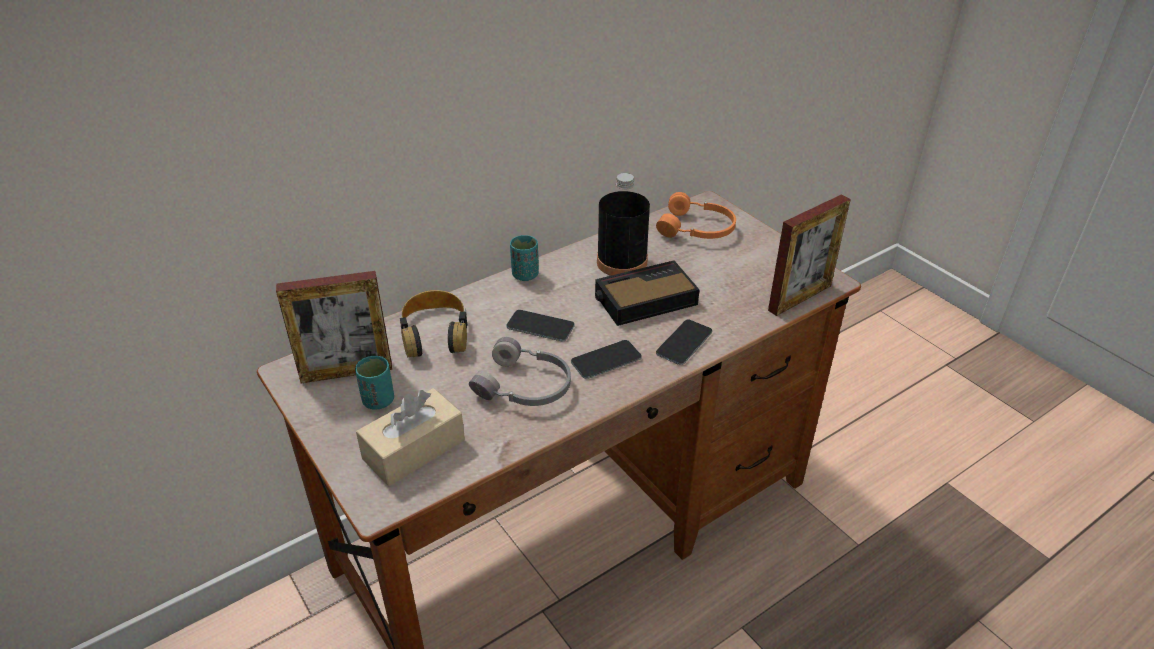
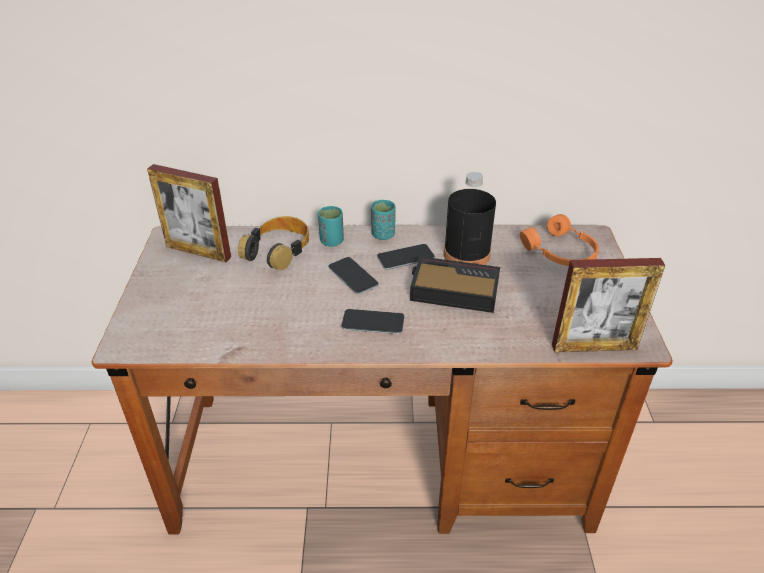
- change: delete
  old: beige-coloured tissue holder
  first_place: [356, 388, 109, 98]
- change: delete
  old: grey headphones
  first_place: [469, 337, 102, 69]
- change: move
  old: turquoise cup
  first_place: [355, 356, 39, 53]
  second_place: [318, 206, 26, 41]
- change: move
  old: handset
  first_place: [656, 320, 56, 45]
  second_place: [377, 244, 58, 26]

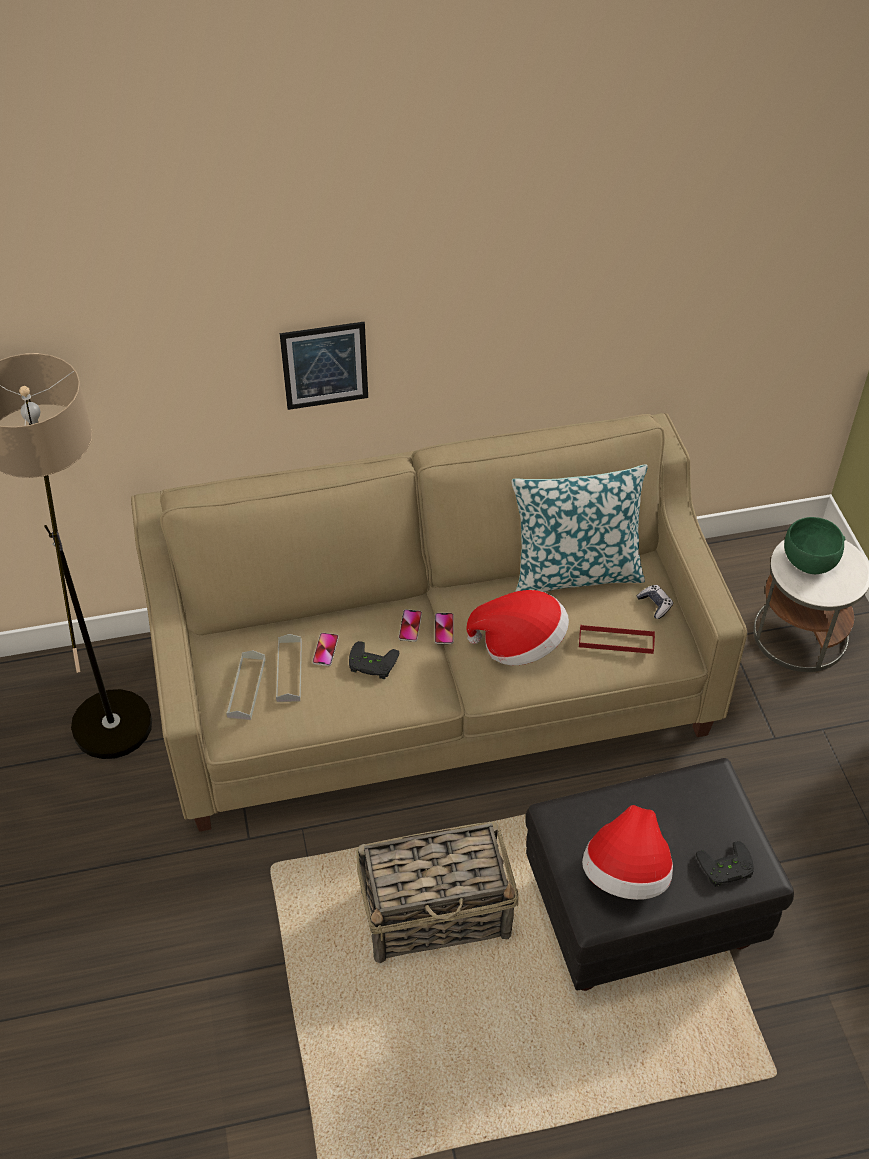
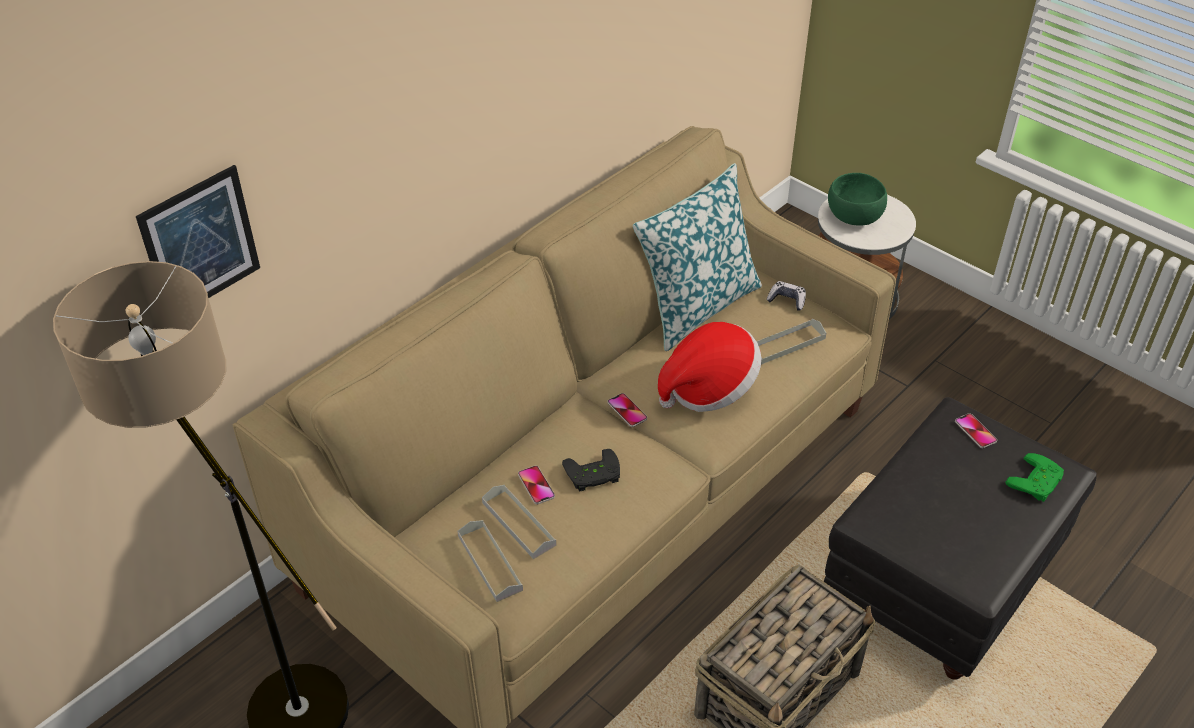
- change: delete
  old: wearable hat
  first_place: [582, 805, 91, 95]
- change: move
  old: wall art
  first_place: [279, 322, 89, 88]
  second_place: [136, 165, 124, 133]
- change: move
  old: handset
  first_place: [399, 609, 23, 33]
  second_place: [955, 413, 42, 35]
- change: recolor
  old: reddish serving tray
  new: grey serving tray
  first_place: [579, 624, 76, 30]
  second_place: [756, 319, 70, 46]
- change: recolor
  old: black game controller
  new: green game controller
  first_place: [696, 841, 58, 46]
  second_place: [1005, 453, 59, 49]

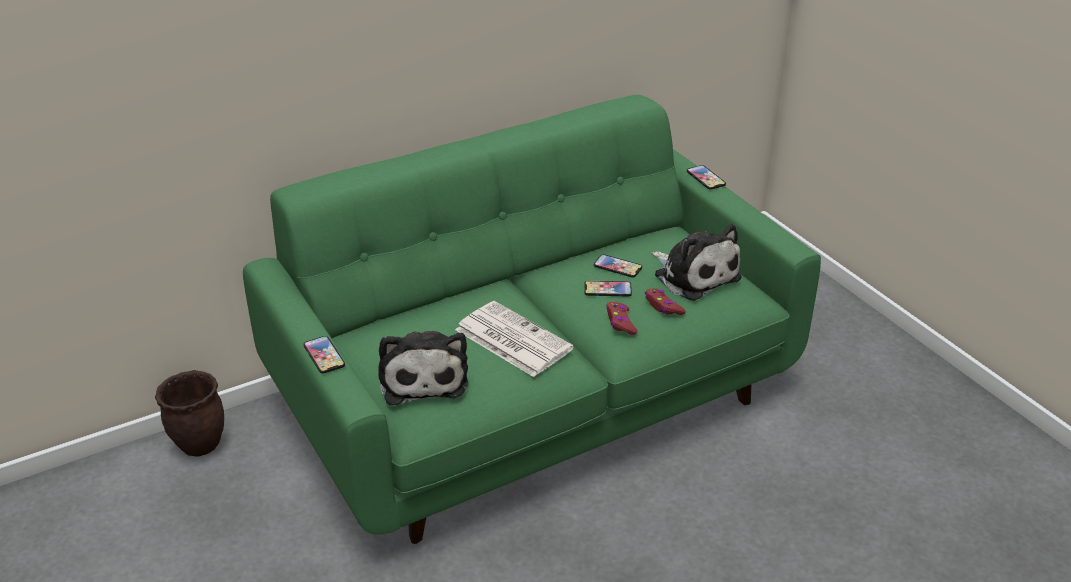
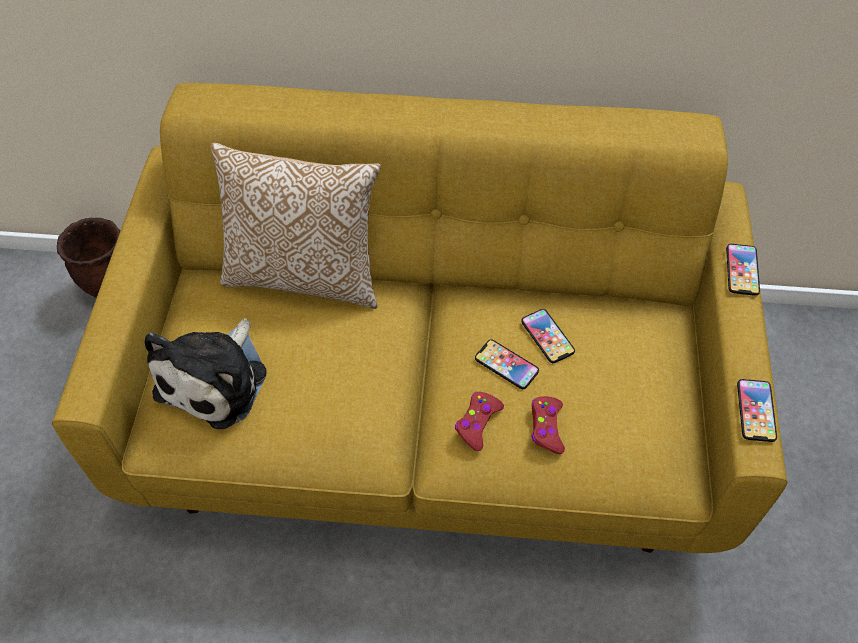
- change: delete
  old: newspaper
  first_place: [455, 301, 119, 76]
- change: delete
  old: cuddly toy
  first_place: [652, 224, 90, 77]
- change: insert
  new: pillow
  second_place: [211, 143, 170, 166]
- change: move
  old: handset
  first_place: [304, 336, 41, 38]
  second_place: [737, 379, 40, 63]
- change: recolor
  old: green settee
  new: yellow settee
  first_place: [243, 95, 578, 449]
  second_place: [52, 83, 736, 470]

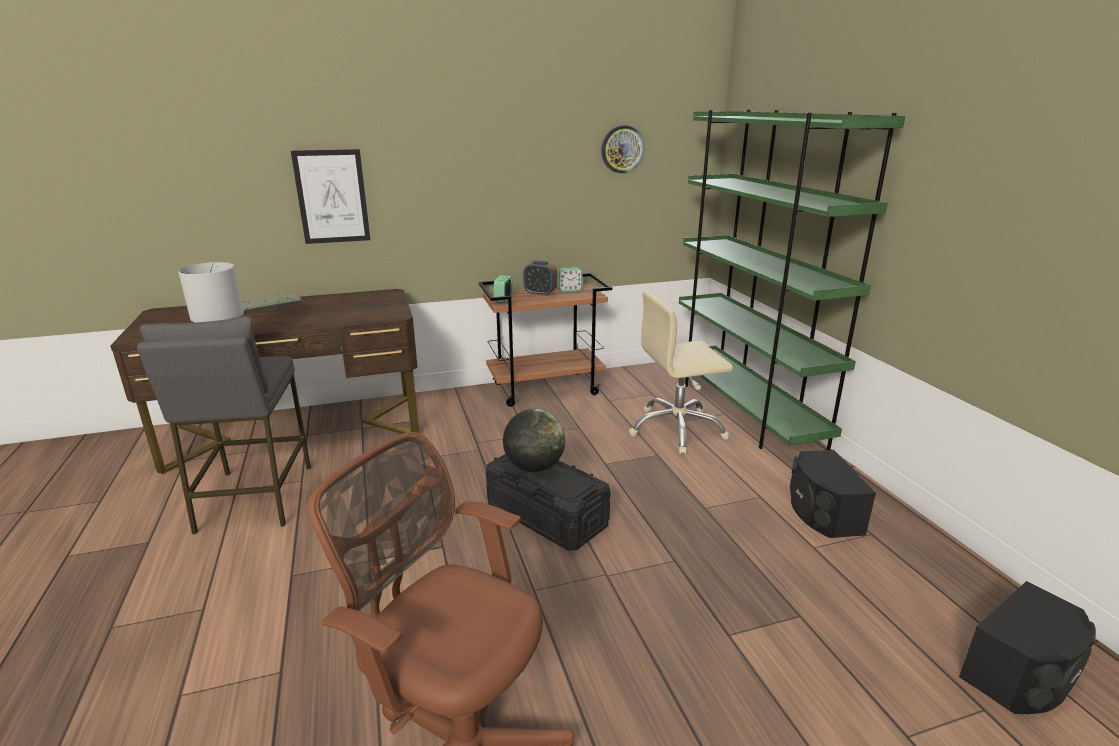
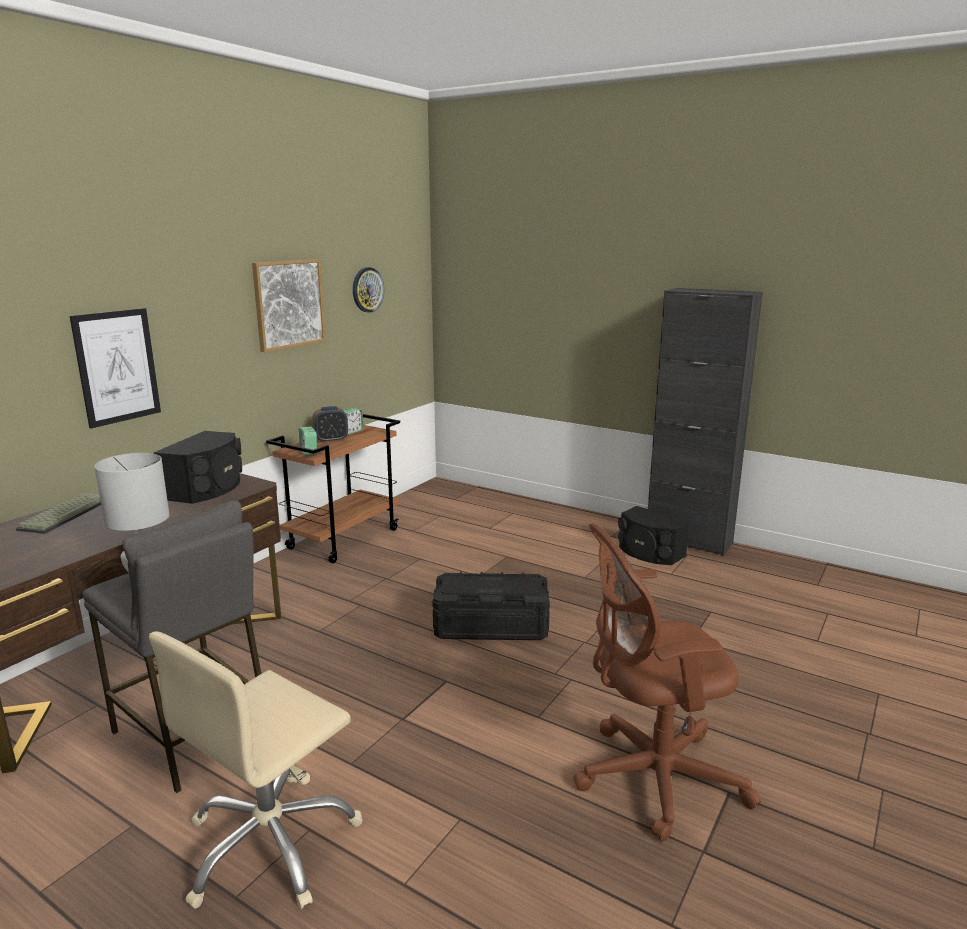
- change: delete
  old: globe
  first_place: [503, 409, 62, 63]
- change: delete
  old: green bookcase
  first_place: [679, 110, 226, 340]
- change: insert
  new: wall art
  second_place: [252, 259, 74, 93]
- change: insert
  new: black cabinet
  second_place: [648, 288, 115, 268]
- change: move
  old: beige-coloured office chair
  first_place: [629, 291, 104, 163]
  second_place: [149, 631, 214, 278]
- change: move
  old: black loudspeaker
  first_place: [959, 581, 137, 133]
  second_place: [154, 431, 88, 73]

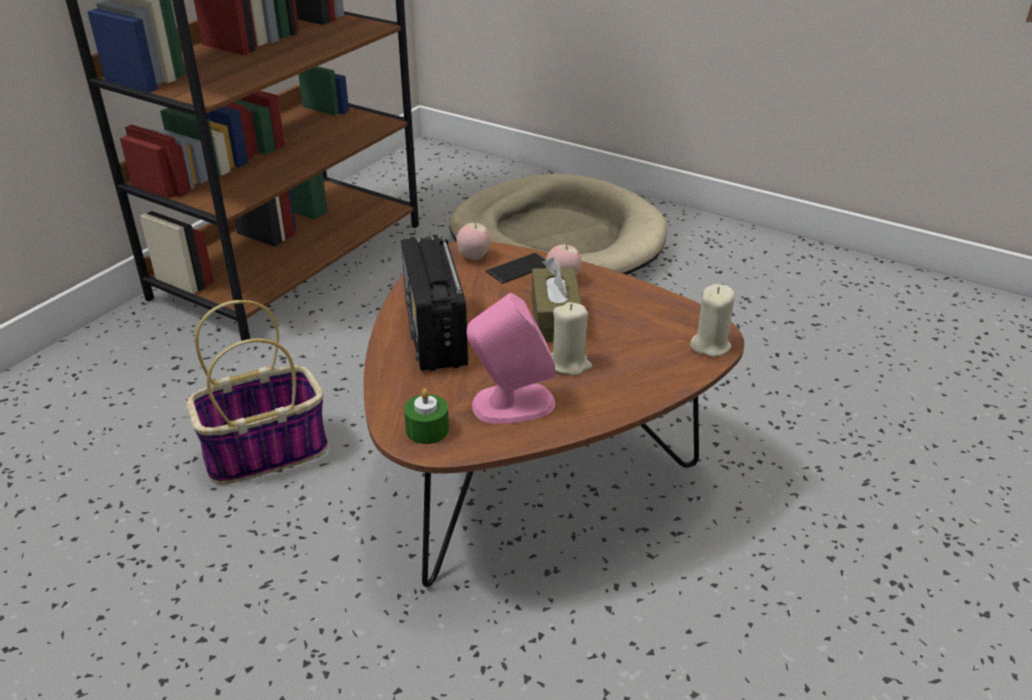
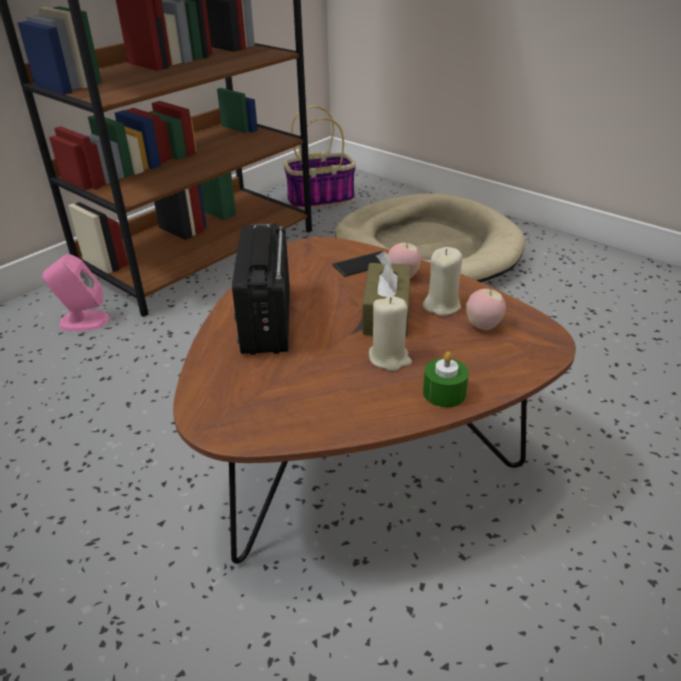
- change: move
  old: household basket
  first_place: [187, 300, 141, 185]
  second_place: [283, 106, 73, 104]
- change: move
  old: green candle
  first_place: [404, 388, 45, 56]
  second_place: [423, 352, 46, 55]
- change: move
  old: apple
  first_place: [456, 222, 35, 38]
  second_place: [466, 289, 40, 41]
- change: move
  old: pinkish loudspeaker
  first_place: [466, 293, 89, 131]
  second_place: [42, 254, 67, 77]
- change: move
  old: beige-coloured candle
  first_place: [690, 284, 45, 73]
  second_place: [423, 247, 40, 69]

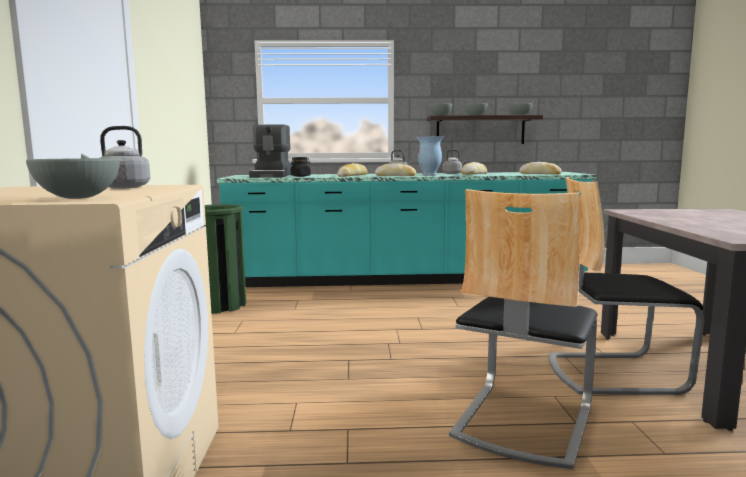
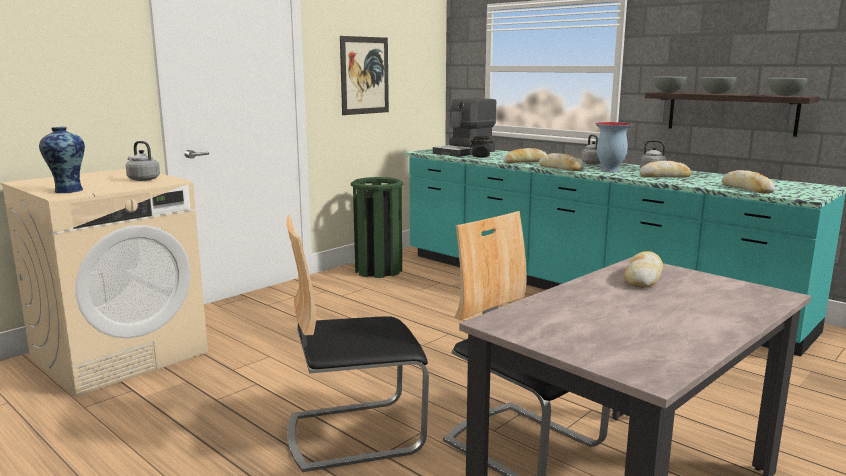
- change: insert
  new: wall art
  second_place: [340, 36, 49, 79]
- change: insert
  new: bread
  second_place: [624, 251, 39, 37]
- change: replace
  old: grey serving bowl
  new: flower vase
  first_place: [26, 158, 94, 41]
  second_place: [39, 127, 46, 66]

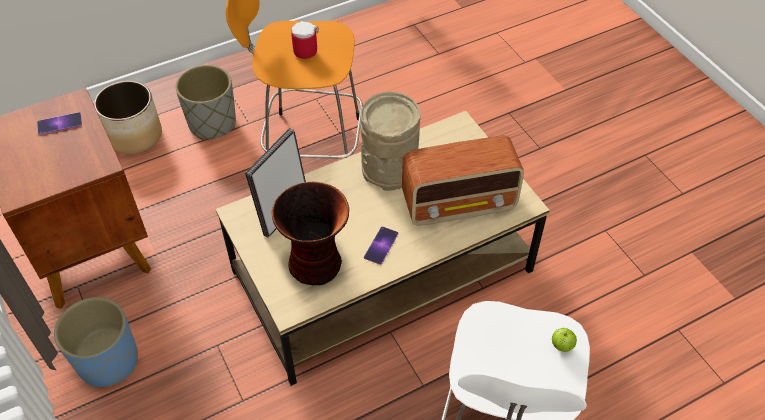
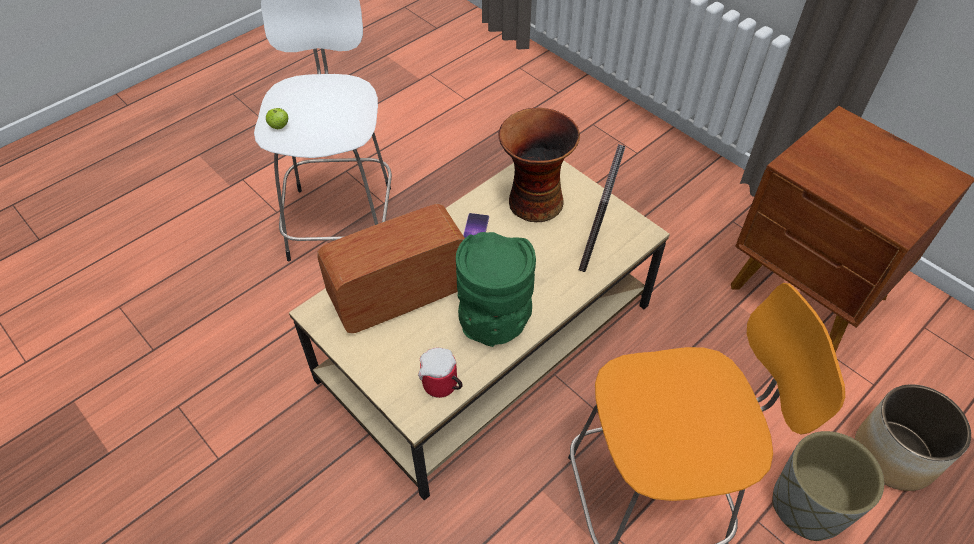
- change: delete
  old: handset
  first_place: [37, 112, 45, 23]
- change: delete
  old: bluish planter
  first_place: [54, 297, 84, 90]
- change: move
  old: coffee mug
  first_place: [291, 21, 28, 38]
  second_place: [418, 348, 45, 50]
- change: recolor
  old: beige-coloured flower vase
  new: green flower vase
  first_place: [360, 92, 60, 99]
  second_place: [456, 232, 80, 115]

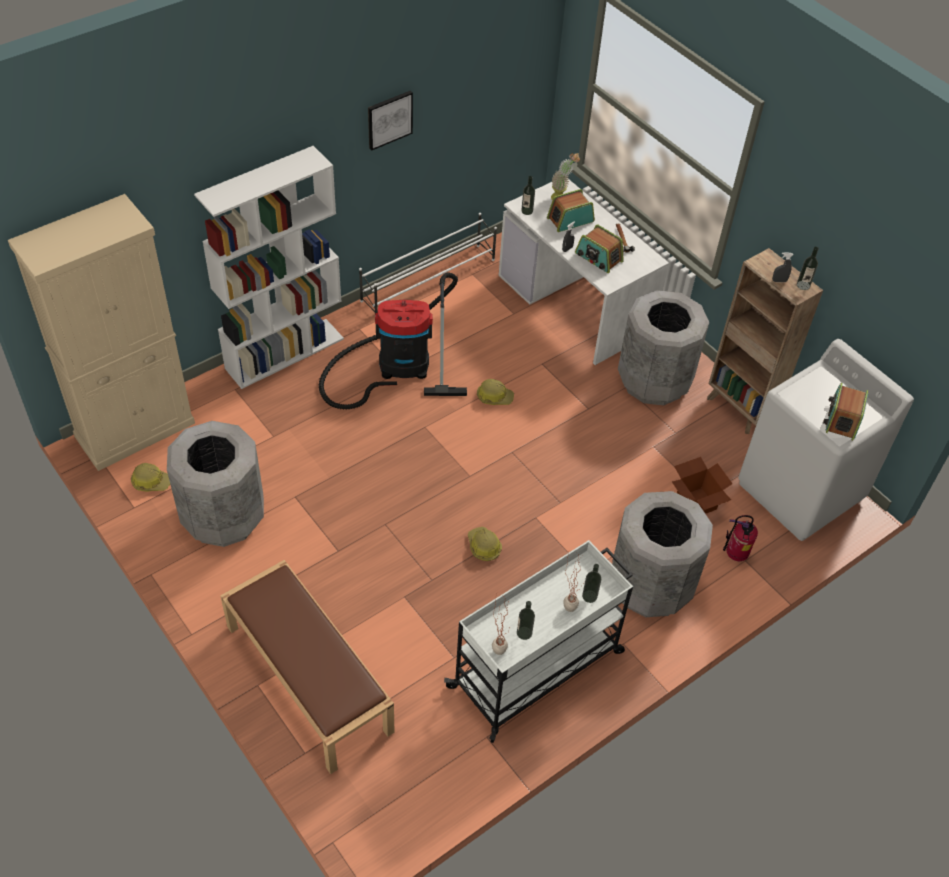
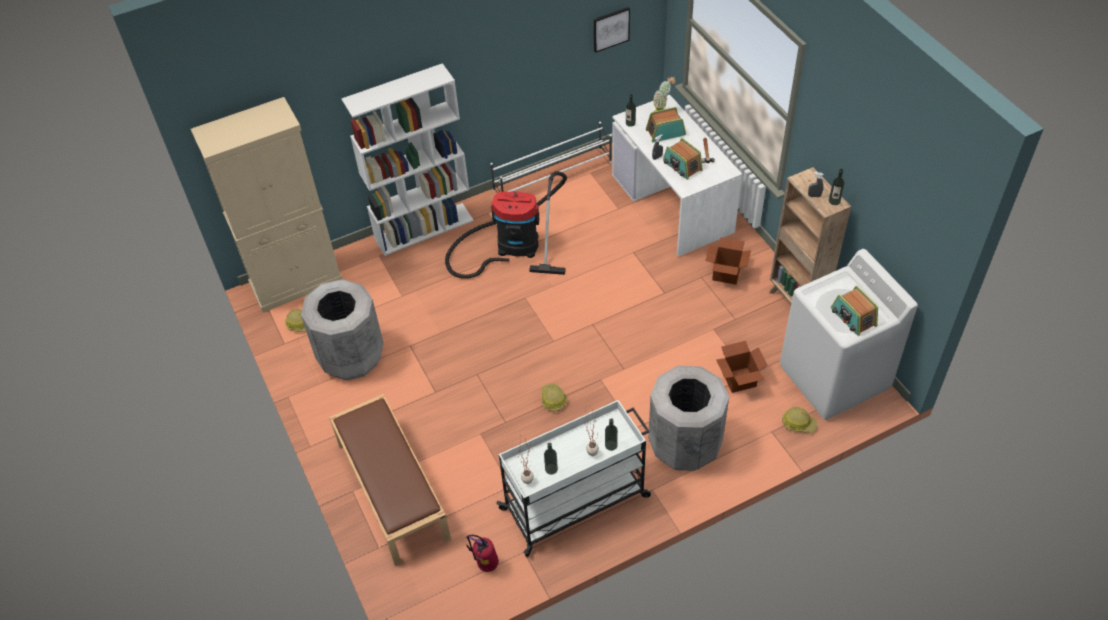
- change: move
  old: wall art
  first_place: [368, 91, 45, 59]
  second_place: [593, 7, 37, 46]
- change: move
  old: hard hat
  first_place: [477, 379, 37, 26]
  second_place: [782, 407, 35, 26]
- change: move
  old: fire-fighting cylinder
  first_place: [723, 515, 35, 46]
  second_place: [466, 535, 33, 37]
- change: replace
  old: grey waste bin
  new: packing box
  first_place: [618, 290, 91, 115]
  second_place: [705, 237, 46, 48]
- change: rotate
  old: radio receiver
  first_place: [823, 383, 46, 58]
  second_place: [831, 286, 47, 50]
  degrees: -60

